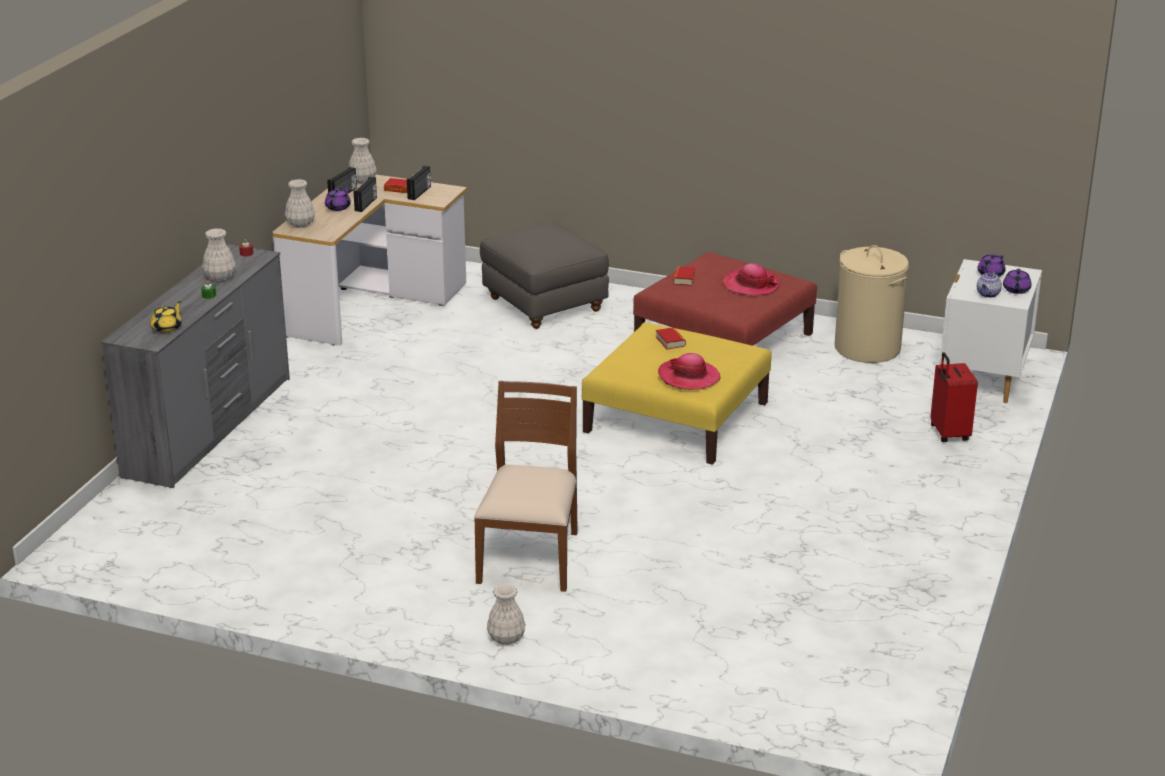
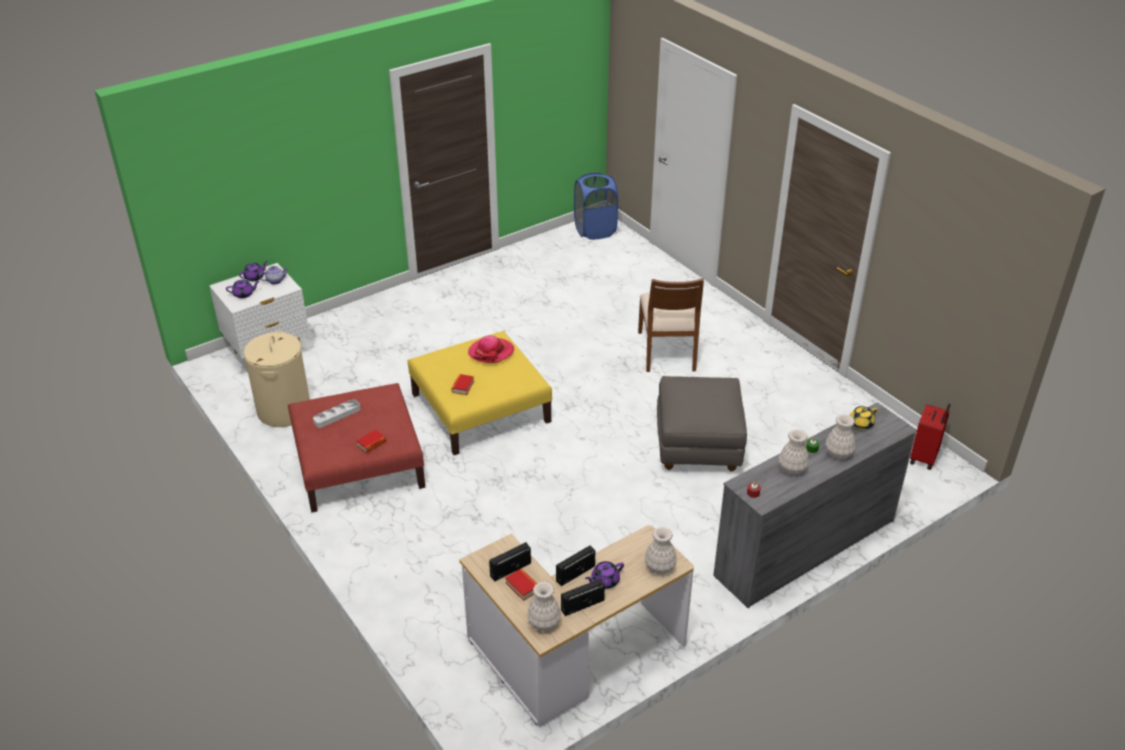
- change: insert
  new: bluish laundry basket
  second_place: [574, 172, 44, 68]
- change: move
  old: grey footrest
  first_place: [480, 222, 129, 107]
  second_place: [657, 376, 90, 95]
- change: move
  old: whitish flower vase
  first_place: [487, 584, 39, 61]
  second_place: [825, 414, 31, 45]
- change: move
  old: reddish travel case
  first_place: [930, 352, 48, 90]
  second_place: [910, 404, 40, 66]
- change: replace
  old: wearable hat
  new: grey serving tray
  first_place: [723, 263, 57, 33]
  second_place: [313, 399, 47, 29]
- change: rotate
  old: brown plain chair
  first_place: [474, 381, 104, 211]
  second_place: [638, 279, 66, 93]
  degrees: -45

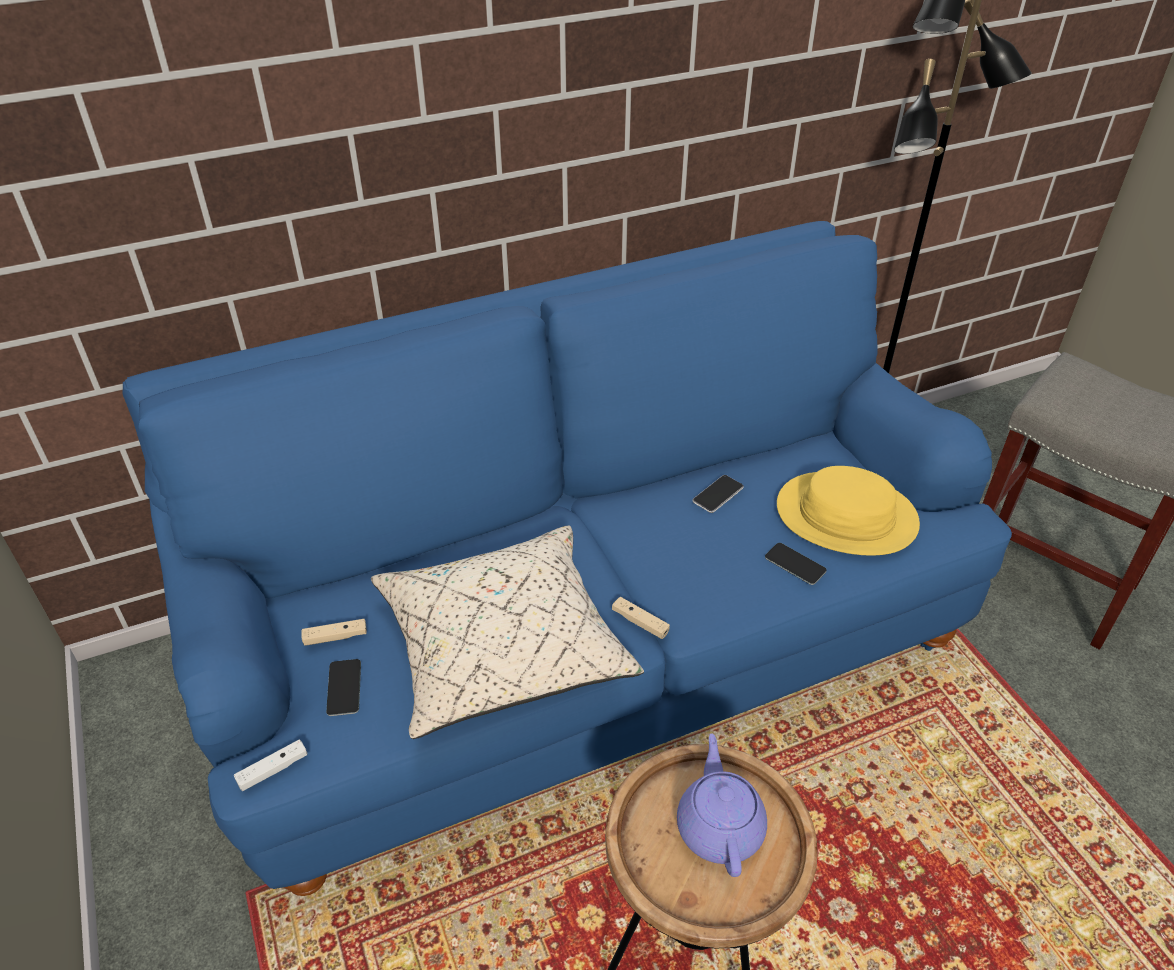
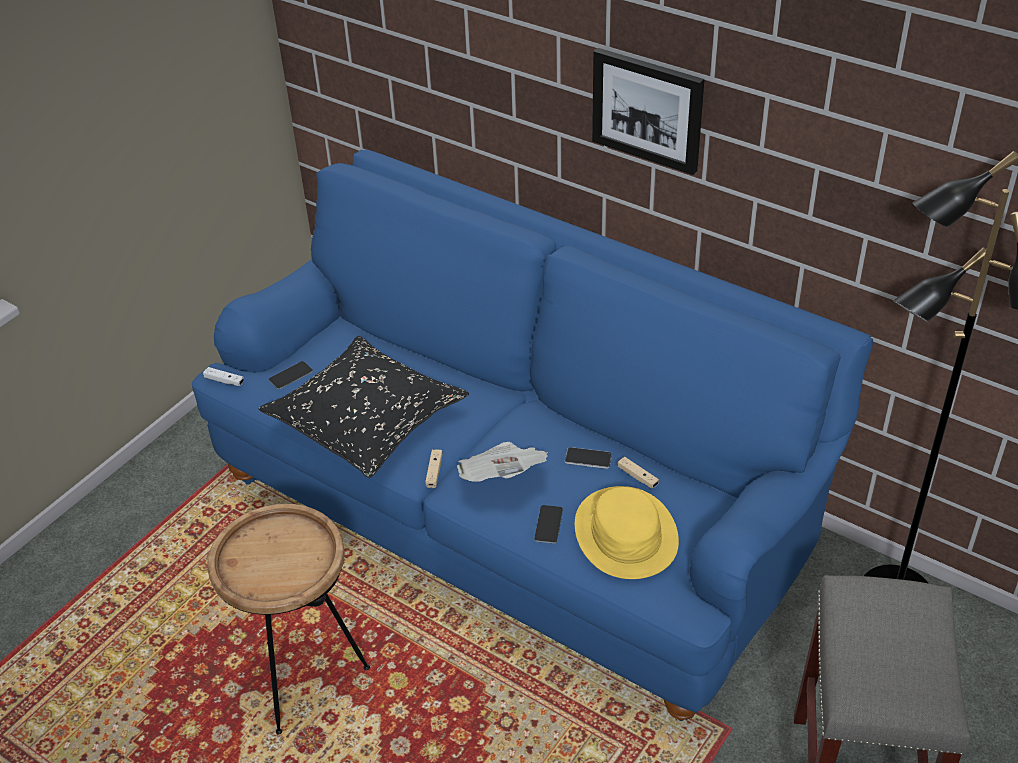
- change: delete
  old: purple teapot
  first_place: [677, 733, 90, 144]
- change: insert
  new: newspaper
  second_place: [457, 442, 91, 40]
- change: insert
  new: wall art
  second_place: [592, 48, 112, 127]
- change: move
  old: beige-coloured game controller
  first_place: [301, 619, 66, 27]
  second_place: [618, 457, 41, 32]
- change: recolor
  old: beige-coloured pillow
  new: black pillow
  first_place: [371, 525, 273, 214]
  second_place: [259, 336, 210, 142]

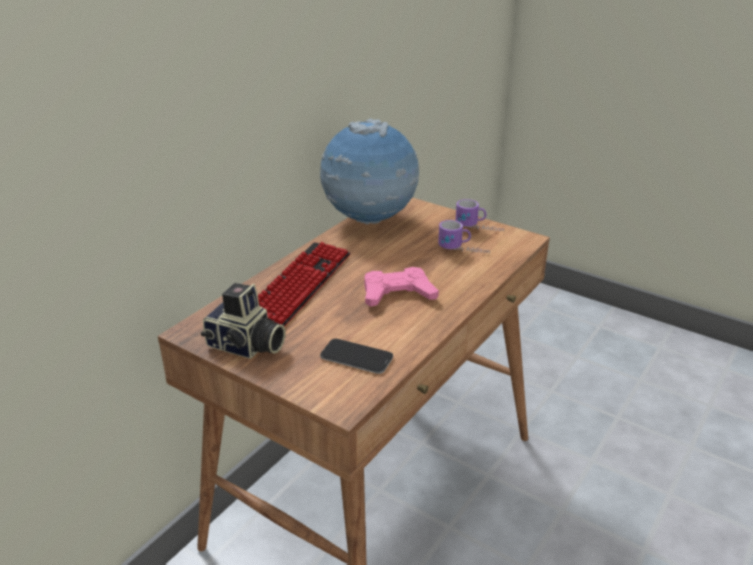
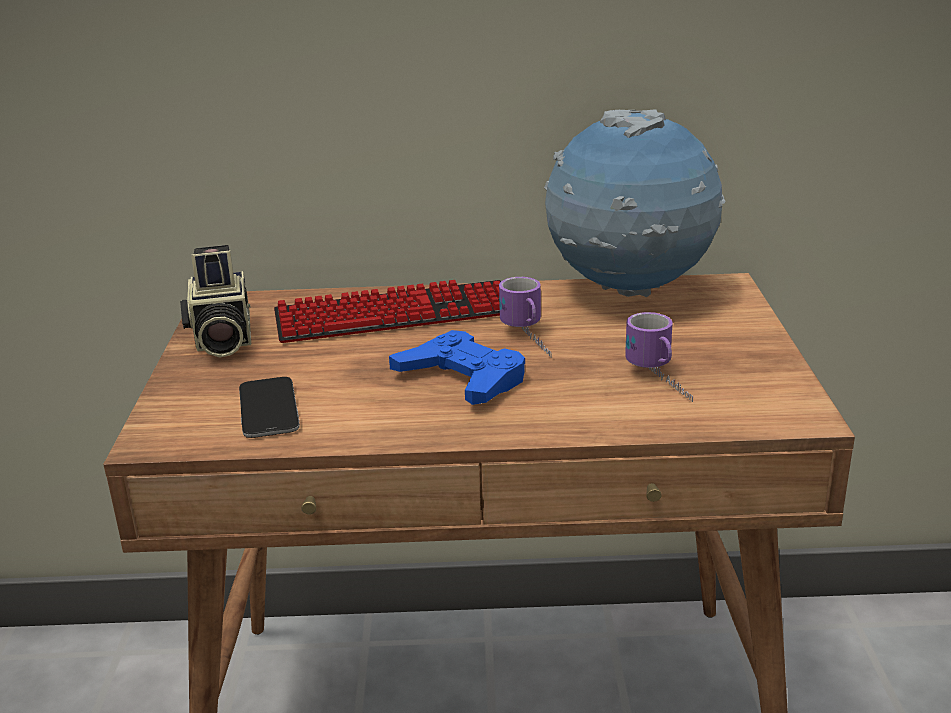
- change: move
  old: coffee mug
  first_place: [456, 199, 48, 33]
  second_place: [499, 277, 53, 81]
- change: recolor
  old: pinkish game controller
  new: bluish game controller
  first_place: [365, 267, 74, 40]
  second_place: [389, 330, 136, 75]

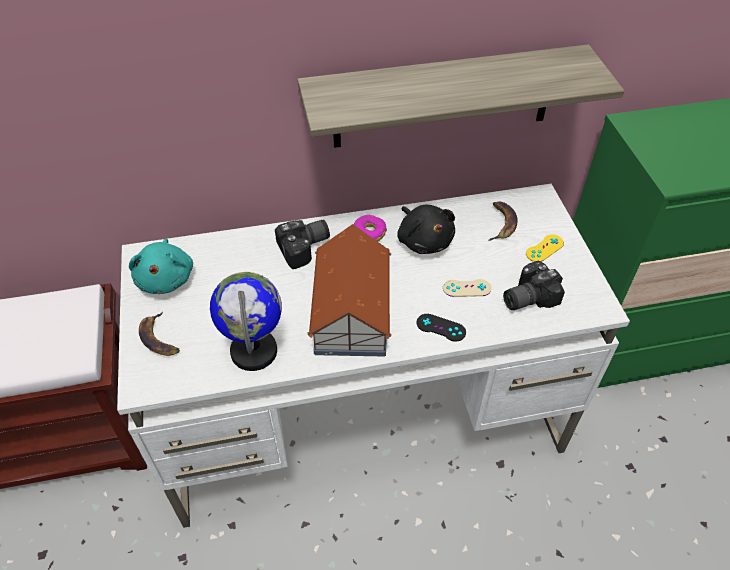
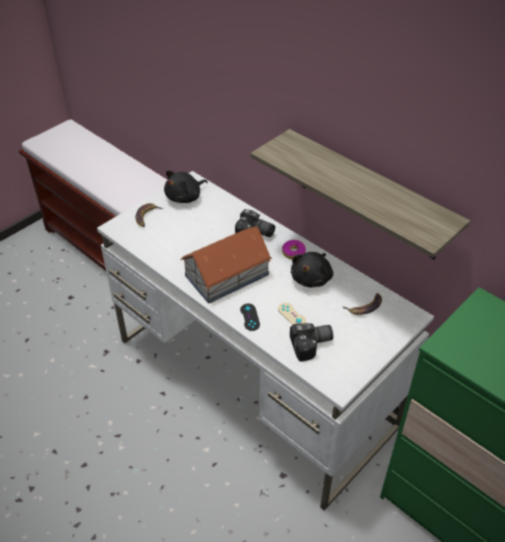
- change: delete
  old: globe
  first_place: [210, 272, 72, 99]
- change: delete
  old: yellow game controller
  first_place: [526, 234, 38, 28]
- change: recolor
  old: turquoise cuddly toy
  new: black cuddly toy
  first_place: [129, 239, 64, 55]
  second_place: [164, 170, 44, 33]
- change: rotate
  old: still camera
  first_place: [503, 261, 62, 49]
  second_place: [290, 323, 43, 38]
  degrees: 135

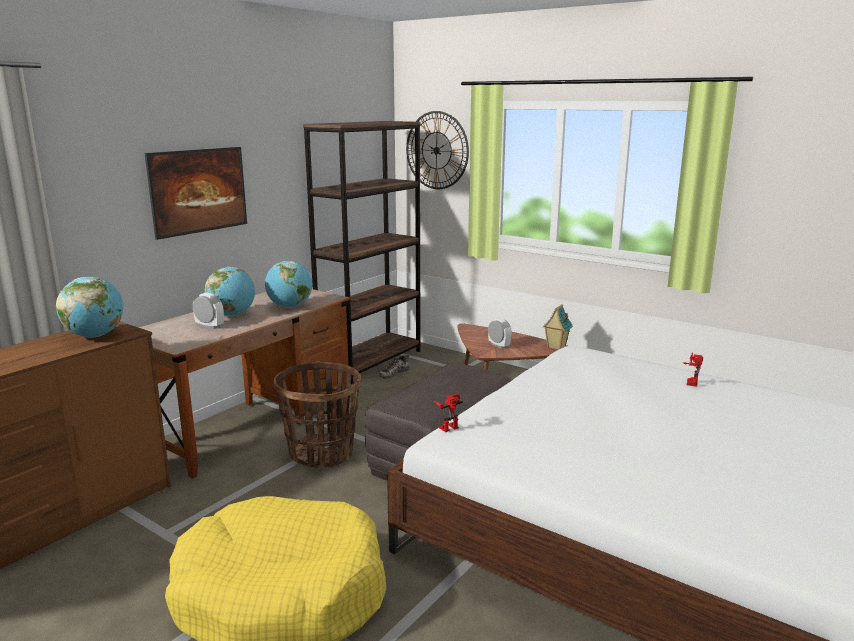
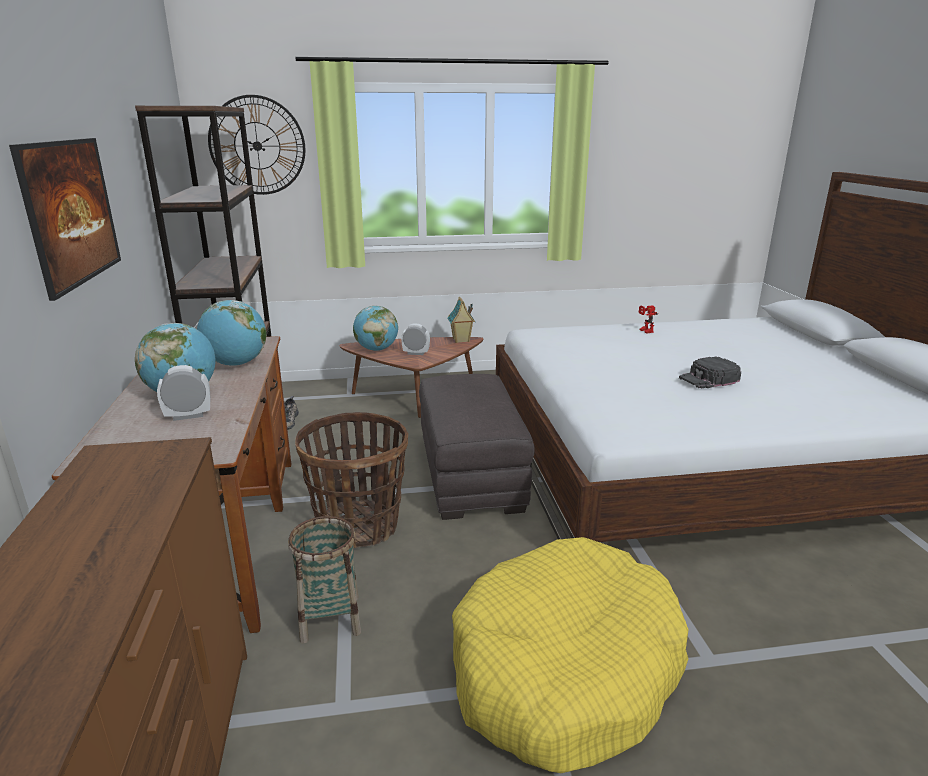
- change: delete
  old: toy robot
  first_place: [434, 394, 29, 38]
- change: insert
  new: household basket
  second_place: [288, 516, 73, 128]
- change: insert
  new: black peaked cap
  second_place: [679, 357, 62, 32]
- change: move
  old: globe
  first_place: [56, 277, 67, 61]
  second_place: [353, 306, 45, 45]

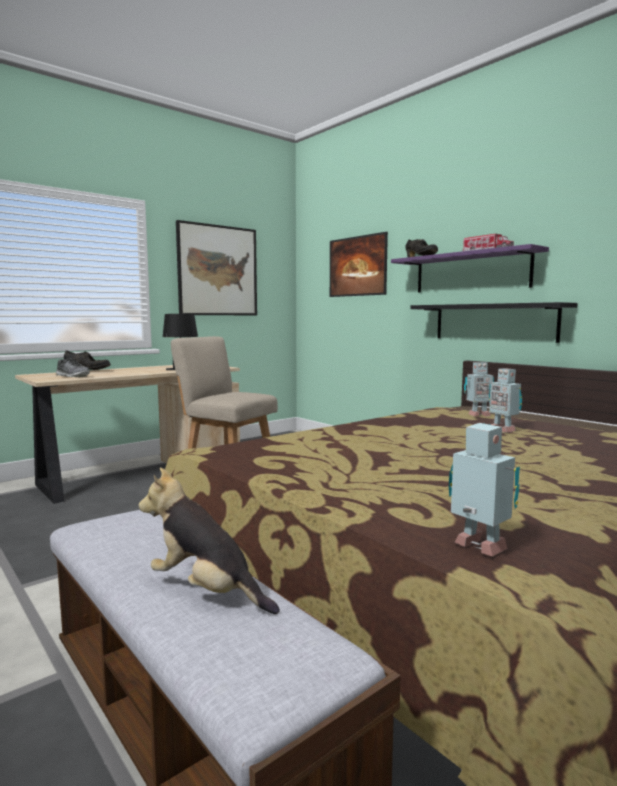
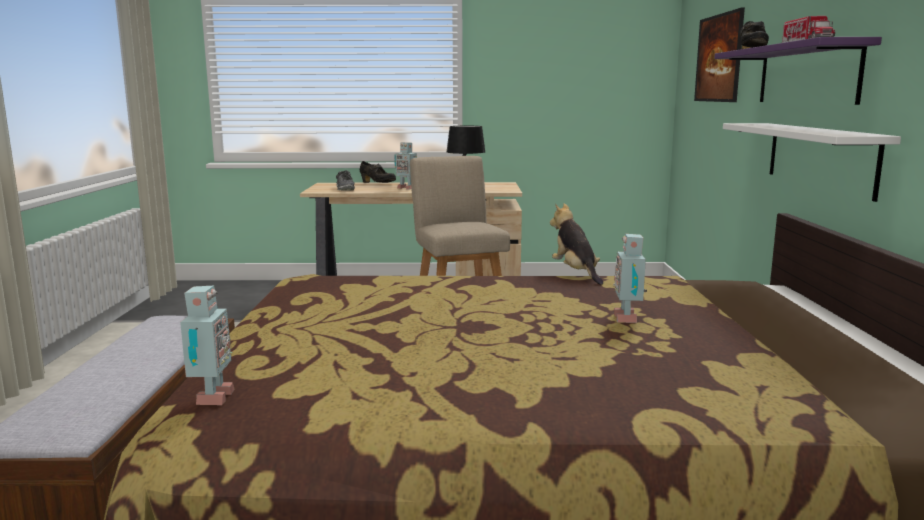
- change: delete
  old: wall art
  first_place: [176, 220, 81, 95]
- change: move
  old: cuddly toy
  first_place: [139, 467, 141, 147]
  second_place: [550, 203, 53, 82]
- change: move
  old: toy robot
  first_place: [464, 362, 30, 55]
  second_place: [394, 142, 23, 48]
- change: recolor
  old: black shelf
  new: whitish shelf
  first_place: [410, 302, 167, 41]
  second_place: [723, 123, 178, 79]

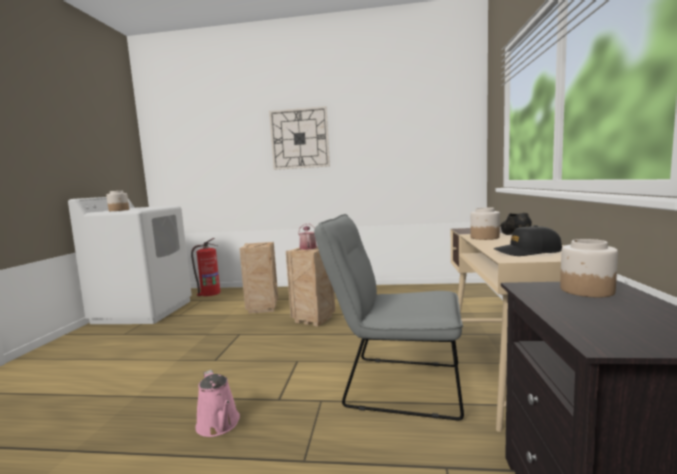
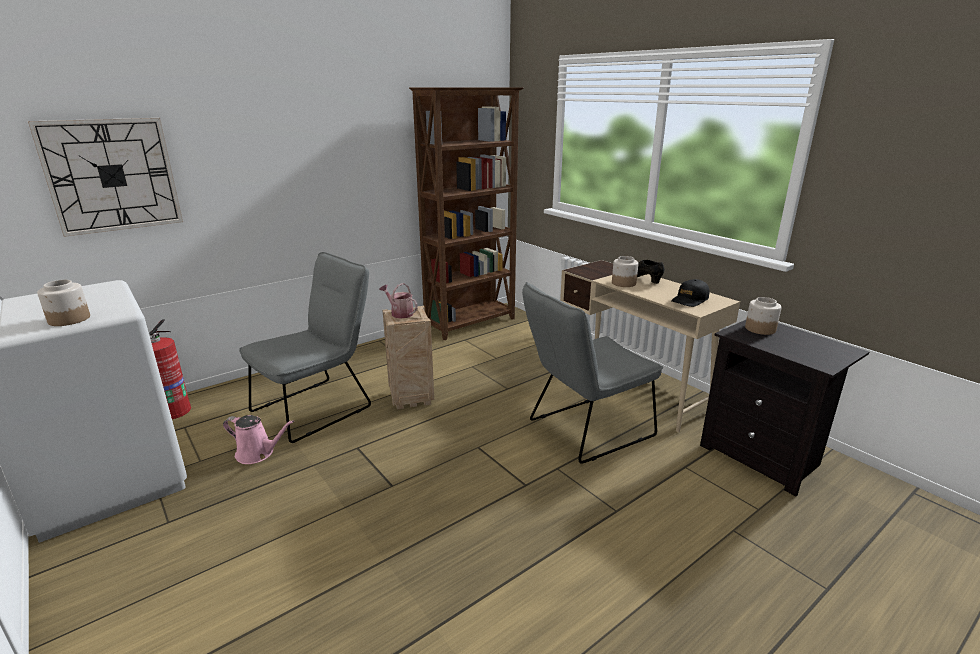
- change: insert
  new: brown bookcase
  second_place: [409, 87, 115, 253]
- change: move
  old: pinkish watering can
  first_place: [195, 370, 45, 67]
  second_place: [223, 415, 71, 49]
- change: move
  old: hanging clock
  first_place: [269, 106, 61, 64]
  second_place: [28, 118, 155, 119]
- change: replace
  old: shipping crate
  new: grey plain chair
  first_place: [239, 242, 39, 72]
  second_place: [239, 252, 132, 191]

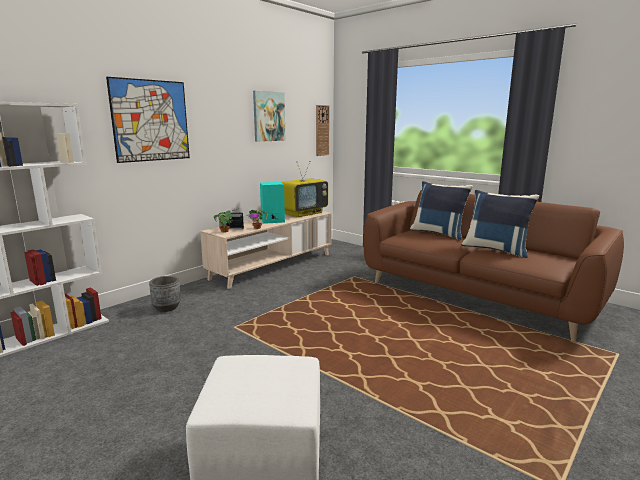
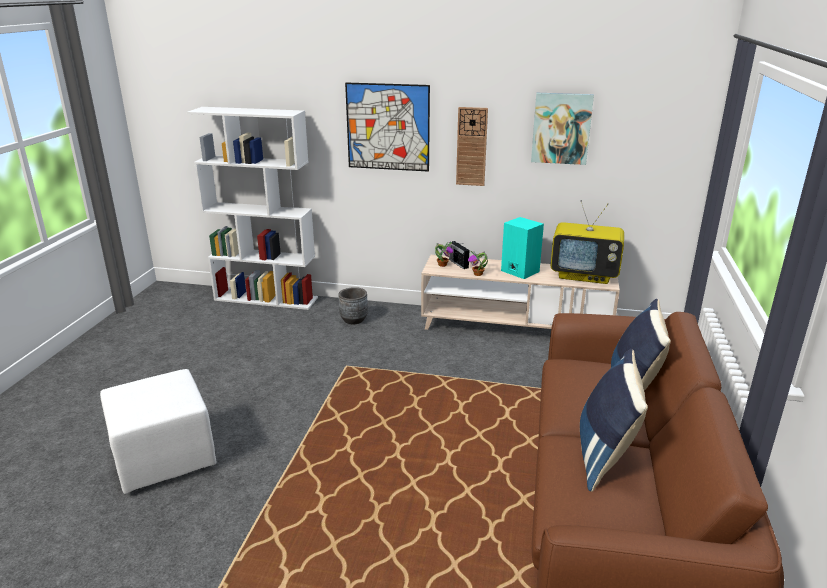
- change: move
  old: hanging clock
  first_place: [316, 105, 14, 51]
  second_place: [456, 107, 32, 79]

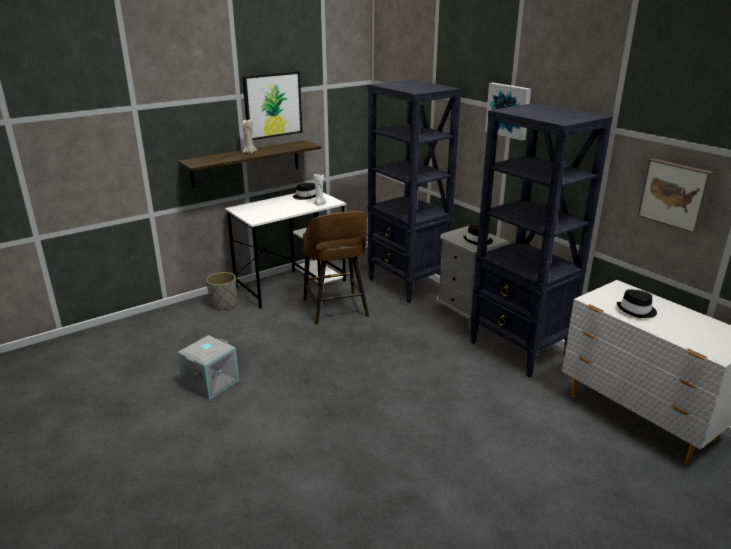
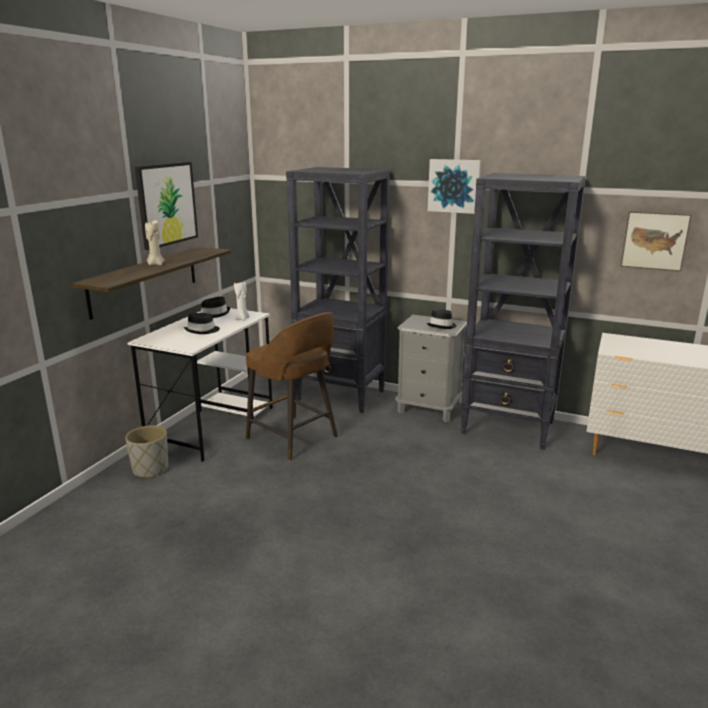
- change: delete
  old: grey storage box
  first_place: [177, 335, 62, 65]
- change: move
  old: black wearable hat
  first_place: [616, 289, 41, 29]
  second_place: [184, 313, 36, 21]

